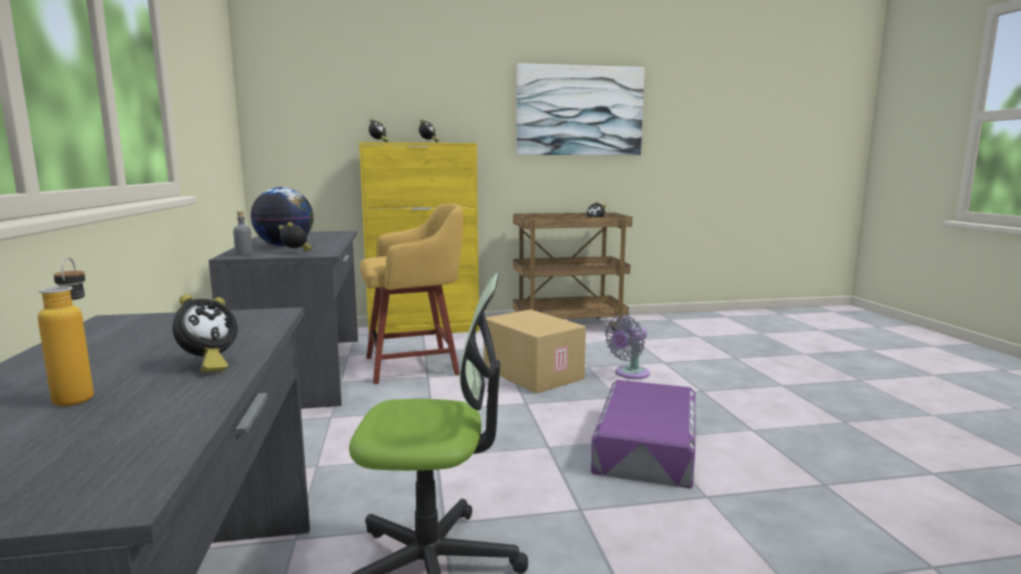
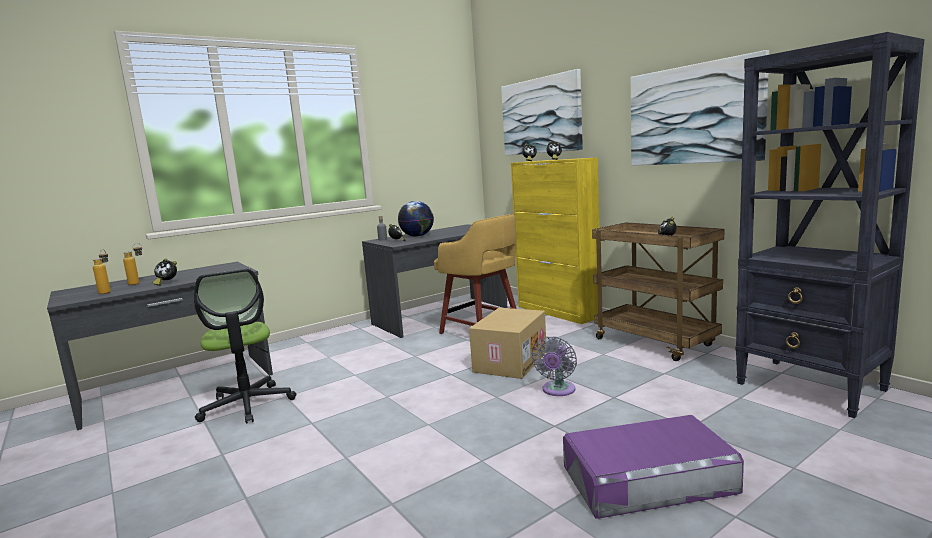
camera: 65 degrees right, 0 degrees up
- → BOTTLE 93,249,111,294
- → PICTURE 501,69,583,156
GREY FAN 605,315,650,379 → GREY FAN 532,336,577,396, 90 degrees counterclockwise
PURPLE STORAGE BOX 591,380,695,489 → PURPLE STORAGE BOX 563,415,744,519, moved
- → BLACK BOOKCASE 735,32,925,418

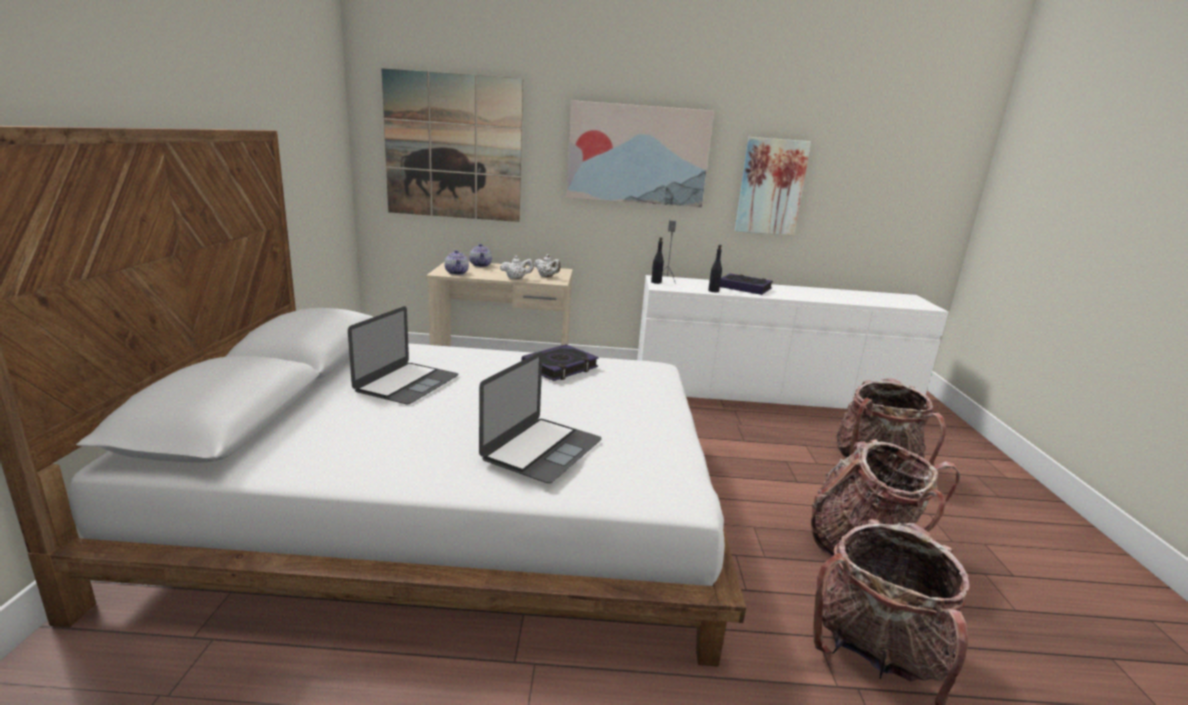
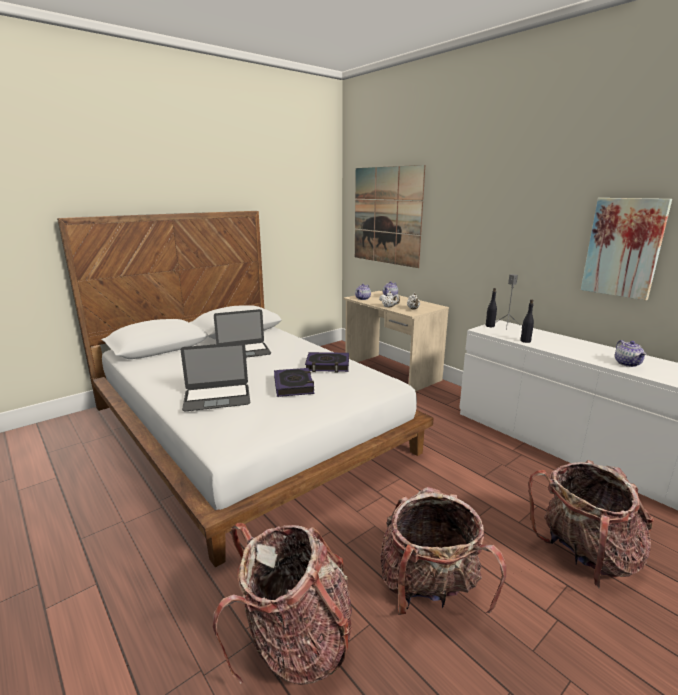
camera: 50 degrees right, 0 degrees up
BOOK 720,273,773,295 → BOOK 274,368,314,397, moved
- → TEAPOT 615,340,646,367
PICTURE 566,100,714,208 → -

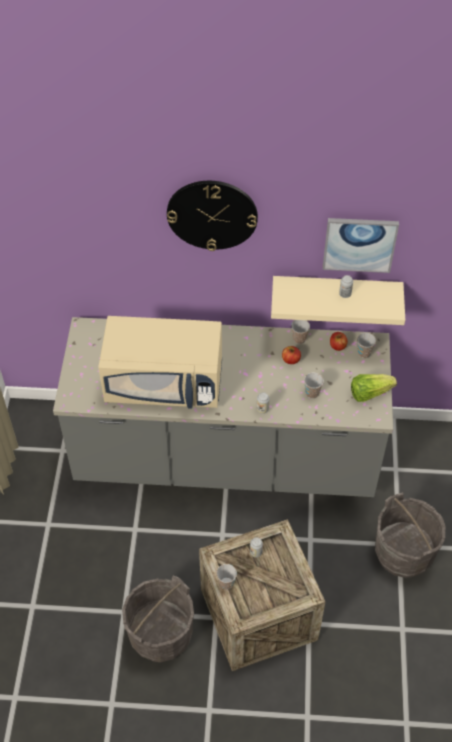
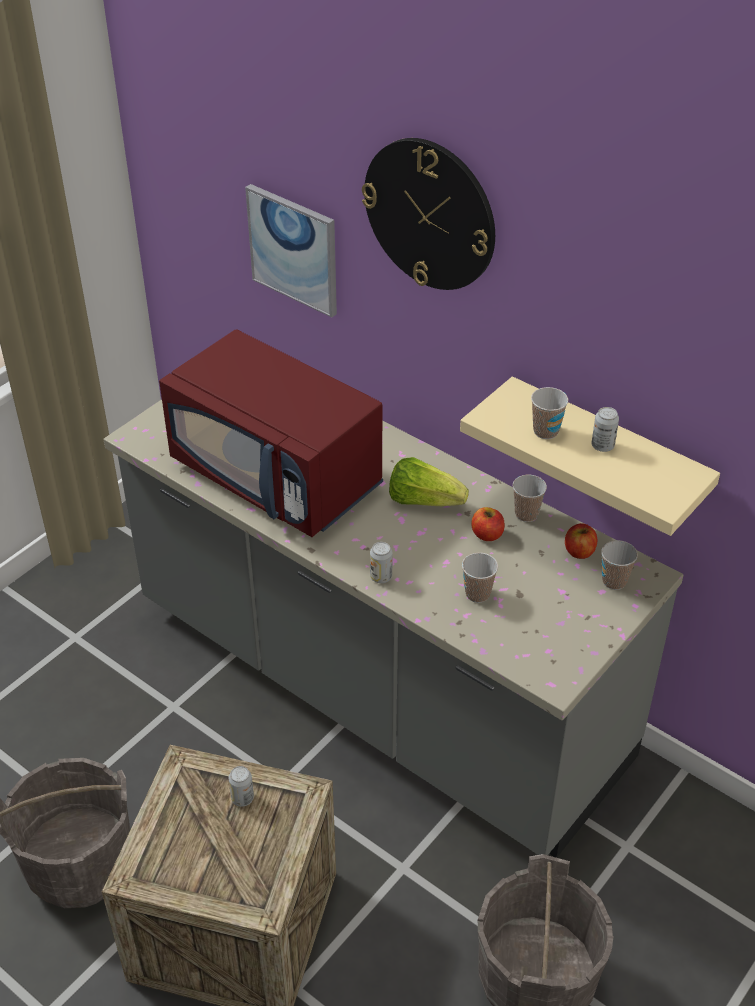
camera: 35 degrees right, 10 degrees down
BEIGE MICROWAVE 98,316,222,409 → RED MICROWAVE 159,330,383,537
PICTURE 323,218,399,273 → PICTURE 245,184,337,317, moved
LETTUCE 351,374,397,402 → LETTUCE 389,457,469,506, moved
CUP 216,564,237,590 → CUP 531,387,568,439, moved

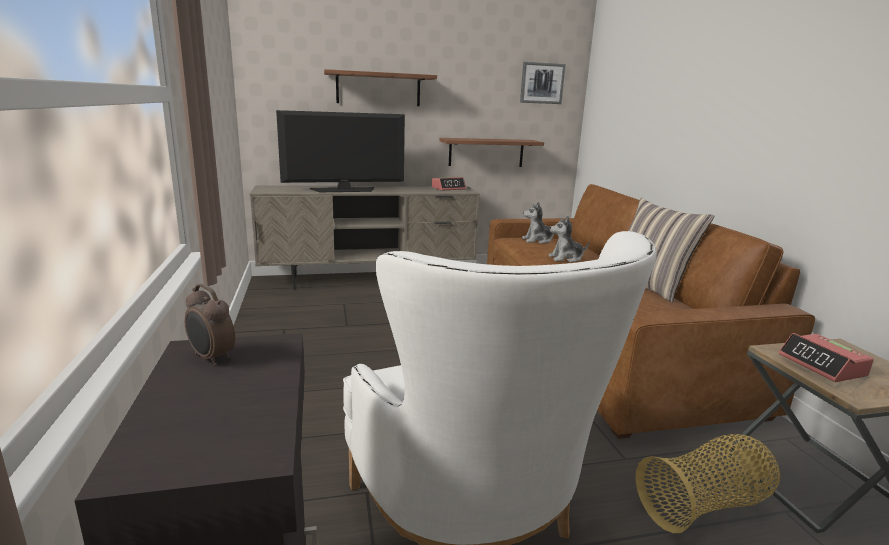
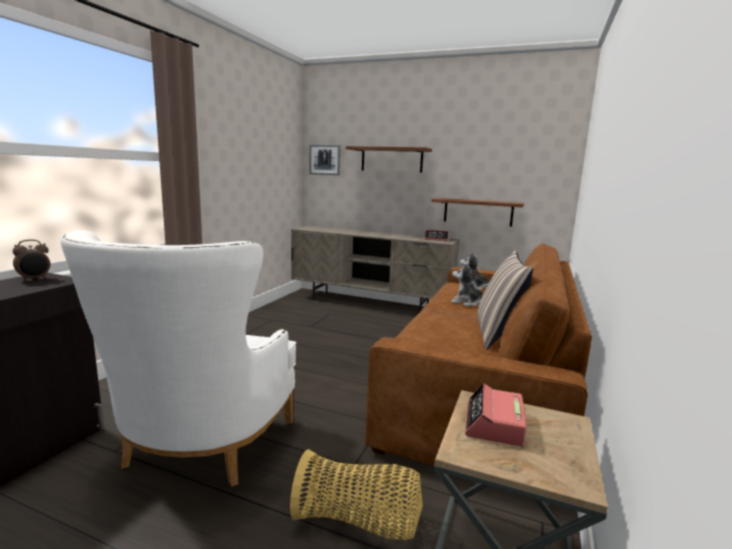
camera: 35 degrees right, 5 degrees down
ALARM CLOCK 185,284,235,366 → ALARM CLOCK 13,240,50,281, 120 degrees counterclockwise
PICTURE 520,62,566,104 → PICTURE 309,144,341,175, moved
TELEVISION 276,110,405,192 → -

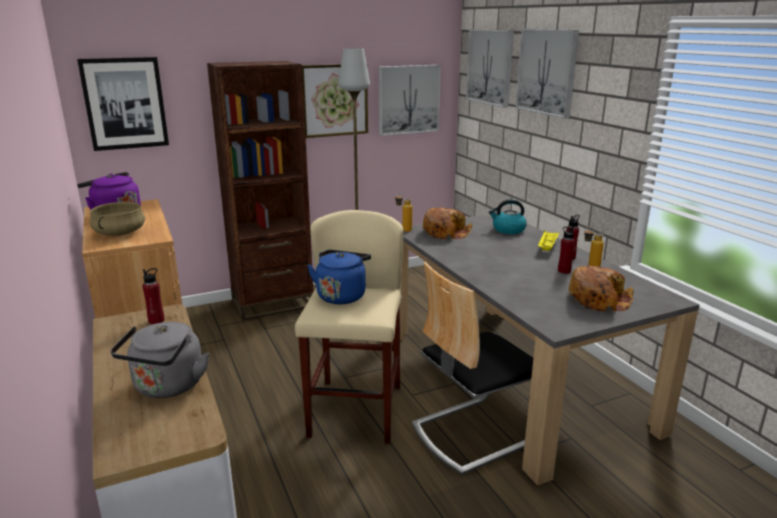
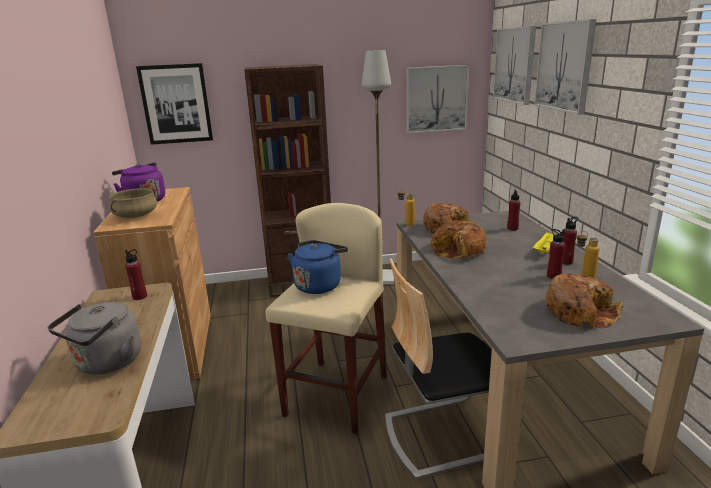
camera: 15 degrees right, 0 degrees up
- → BREAD 431,221,486,260
KETTLE 489,199,527,234 → RED BOTTLE 507,189,521,231
PICTURE 302,64,368,138 → -

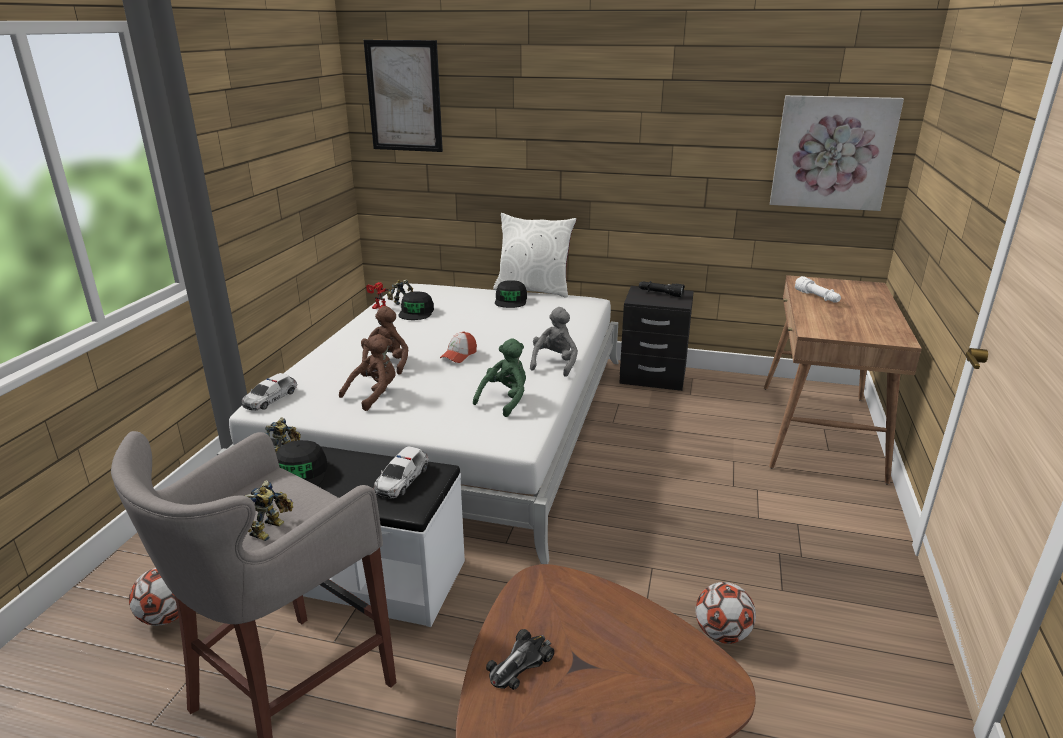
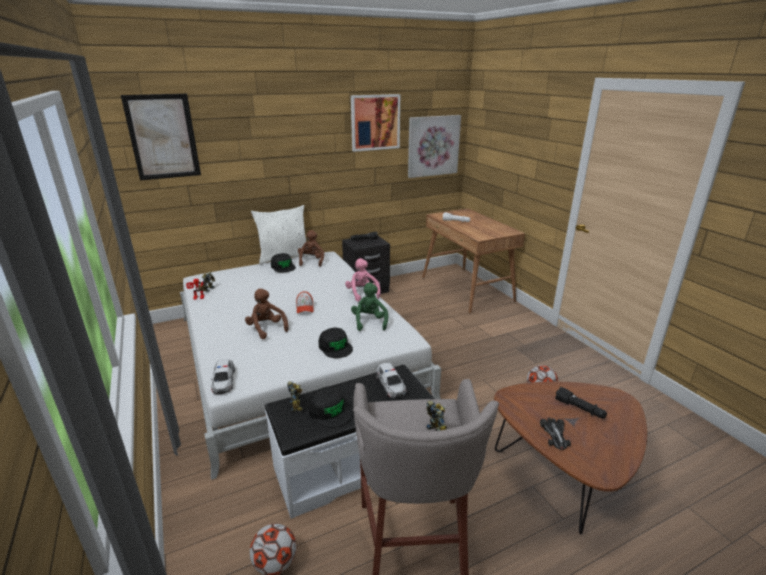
camera: 40 degrees left, 0 degrees up
BROWN PLUSH TOY 339,334,396,411 → BROWN PLUSH TOY 298,230,324,267, moved
BLACK CAP 399,292,434,320 → BLACK CAP 319,327,353,358, moved
GREY PLUSH TOY 530,307,578,377 → PINK PLUSH TOY 345,258,380,302
- → PICTURE 351,94,400,152
- → BLACK FLASHLIGHT 555,387,607,419

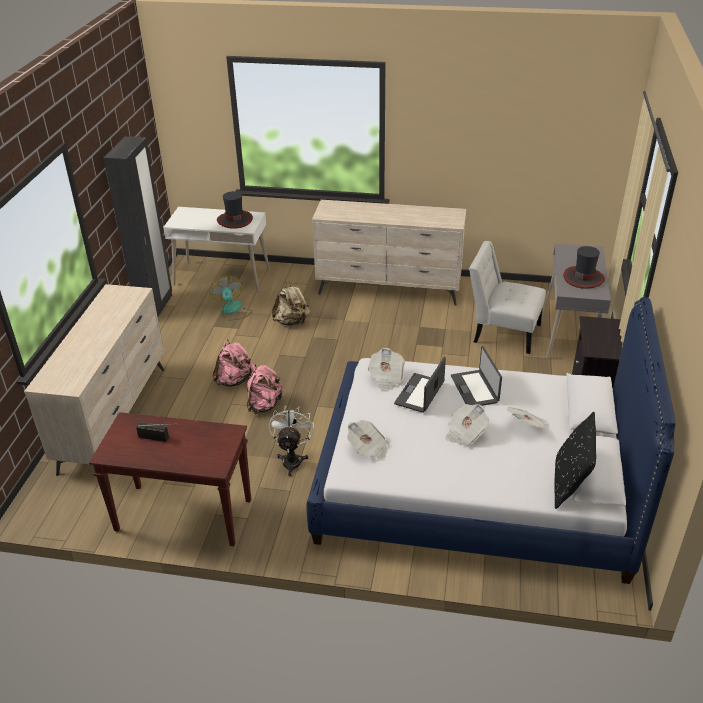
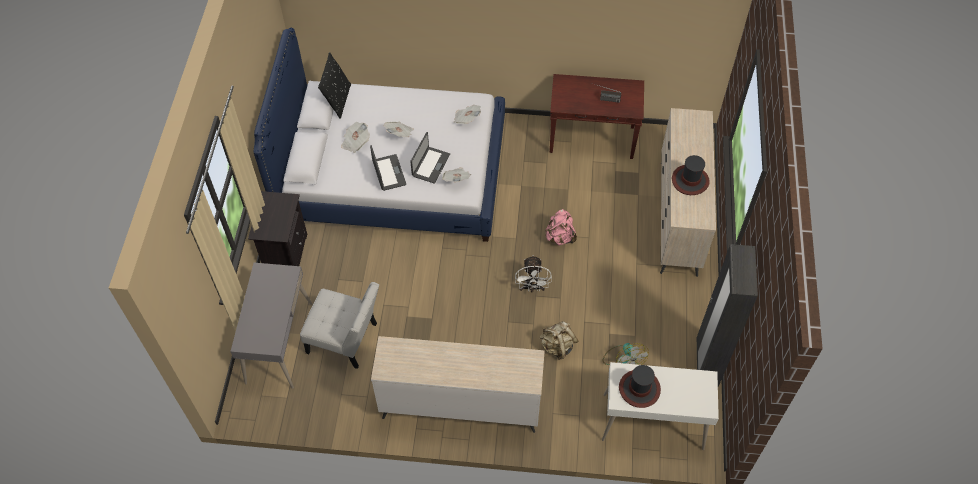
camera: 175 degrees right, 20 degrees up
WHITE FAN 268,405,314,476 → WHITE FAN 515,256,552,292, moved
HAT 563,246,605,289 → HAT 672,155,710,195, moved
PINK BACKPACK 212,339,254,387 → -

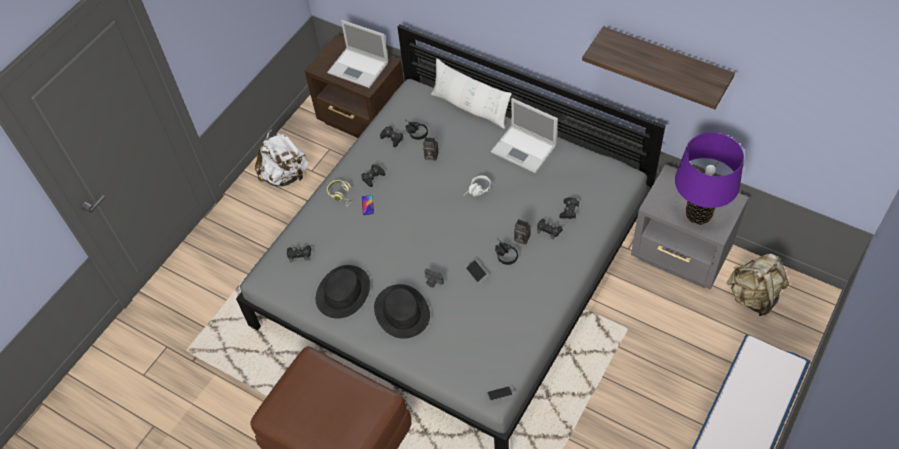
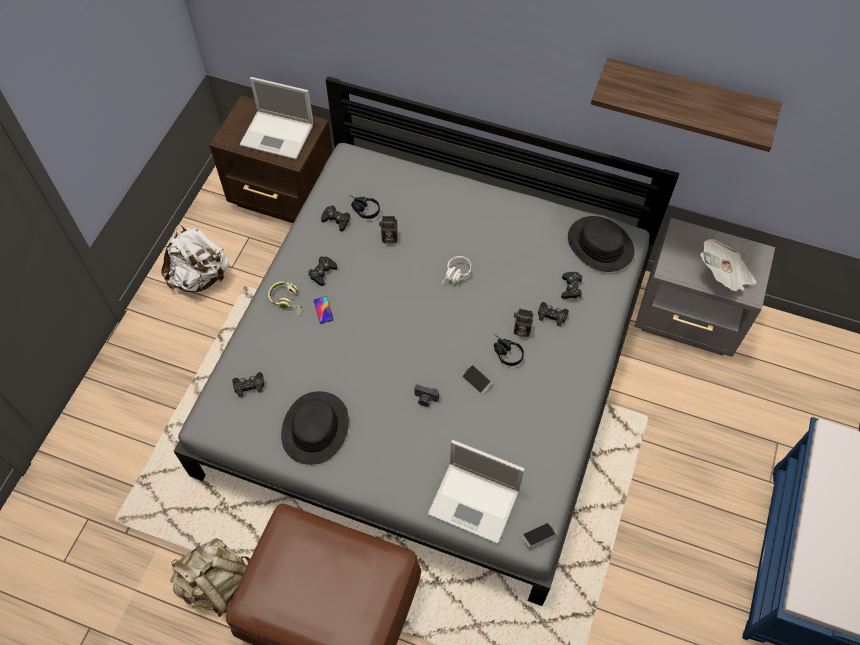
camera: 15 degrees left, 5 degrees up
BEIGE BACKPACK 727,253,789,316 → BEIGE BACKPACK 170,538,250,617, moved
LAPTOP 491,98,558,173 → LAPTOP 428,440,525,544, moved
BLACK HAT 374,284,430,339 → BLACK HAT 568,216,635,272, moved
PURPLE TABLE LAMP 675,132,744,225 → NEWSPAPER 700,239,756,292
WHITE PILLOW 431,58,512,129 → -

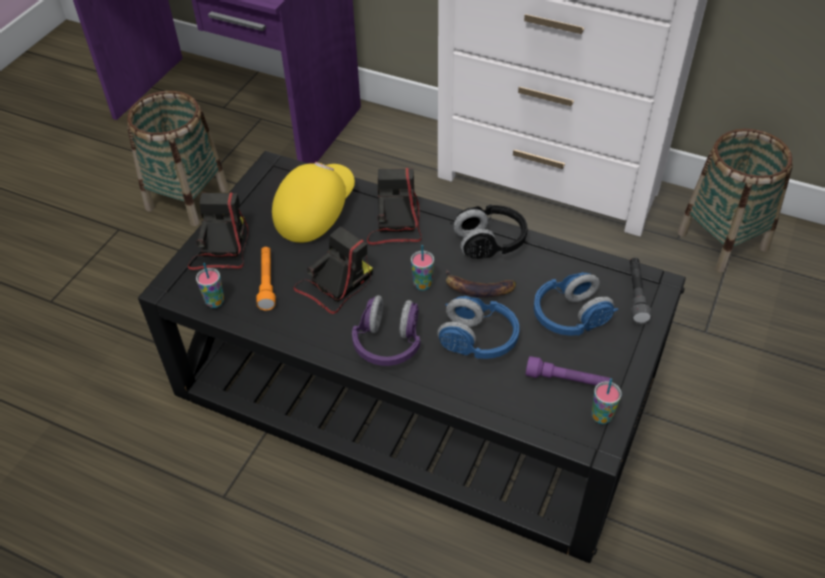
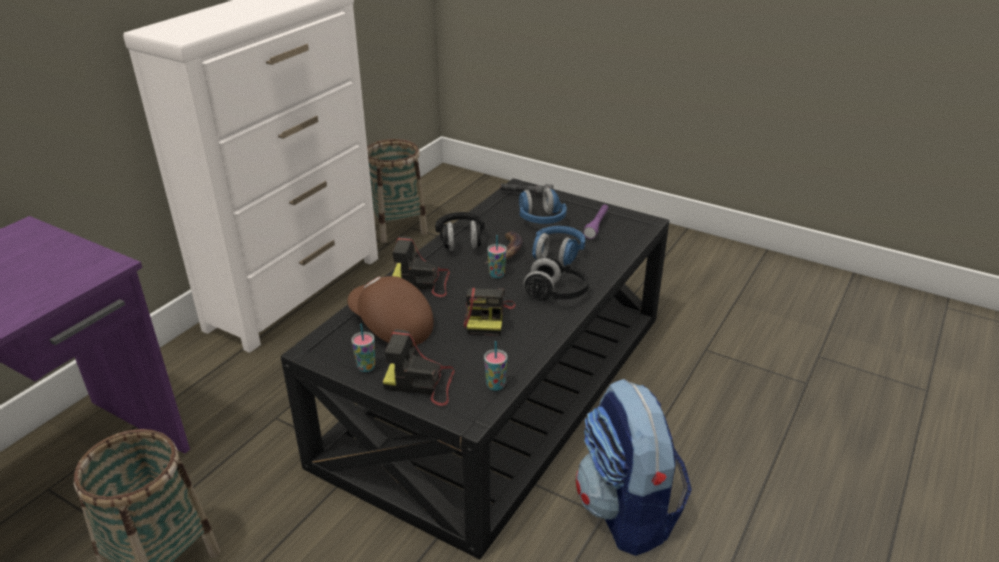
camera: 85 degrees left, 15 degrees down
YELLOW CAP 272,162,355,243 → BROWN CAP 348,276,434,346
CUP 592,379,622,424 → CUP 351,323,375,372, moved
PHOTO CAMERA 293,226,373,314 → PHOTO CAMERA 463,288,515,336, 135 degrees counterclockwise
PURPLE HEADPHONES 352,295,420,366 → BLACK HEADPHONES 524,258,589,301
- → BACKPACK 576,378,692,556
ORANGE FLASHLIGHT 256,247,276,310 → -

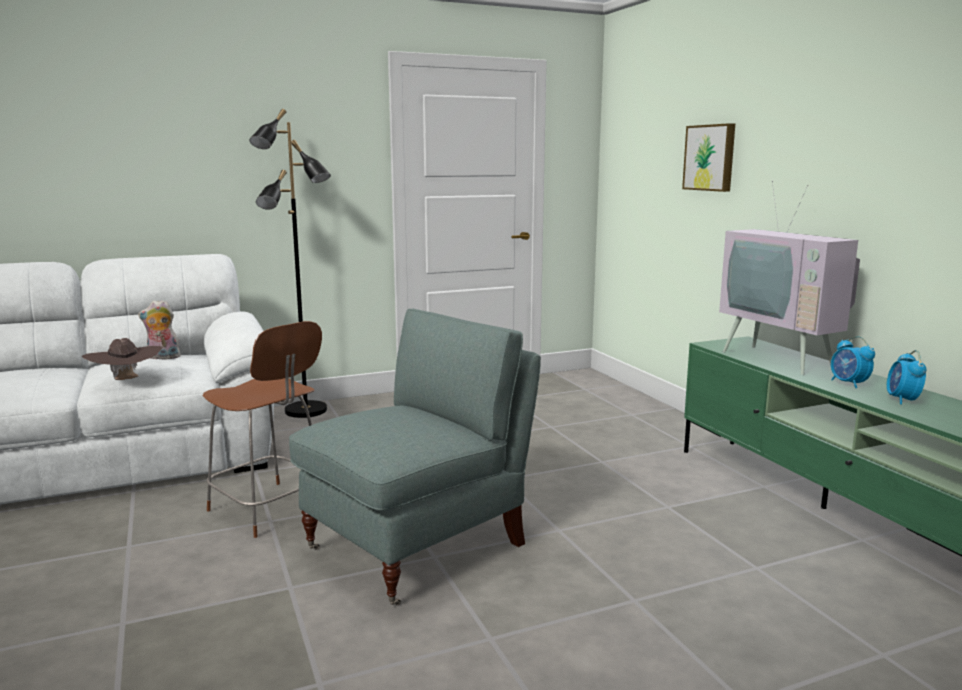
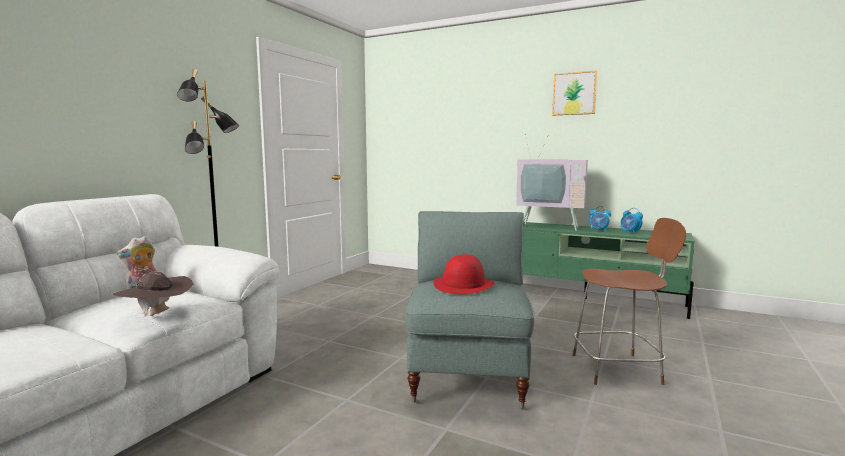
camera: 40 degrees left, 5 degrees down
- → RED HAT 433,254,494,295
PICTURE 682,123,735,192 → PICTURE 552,70,597,115, moved
BROWN STOOL 203,321,322,538 → BROWN STOOL 573,218,686,385, moved

